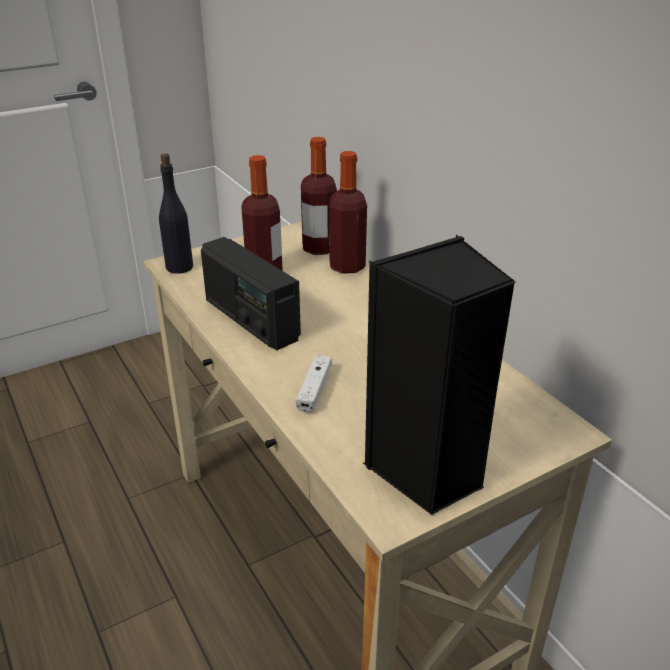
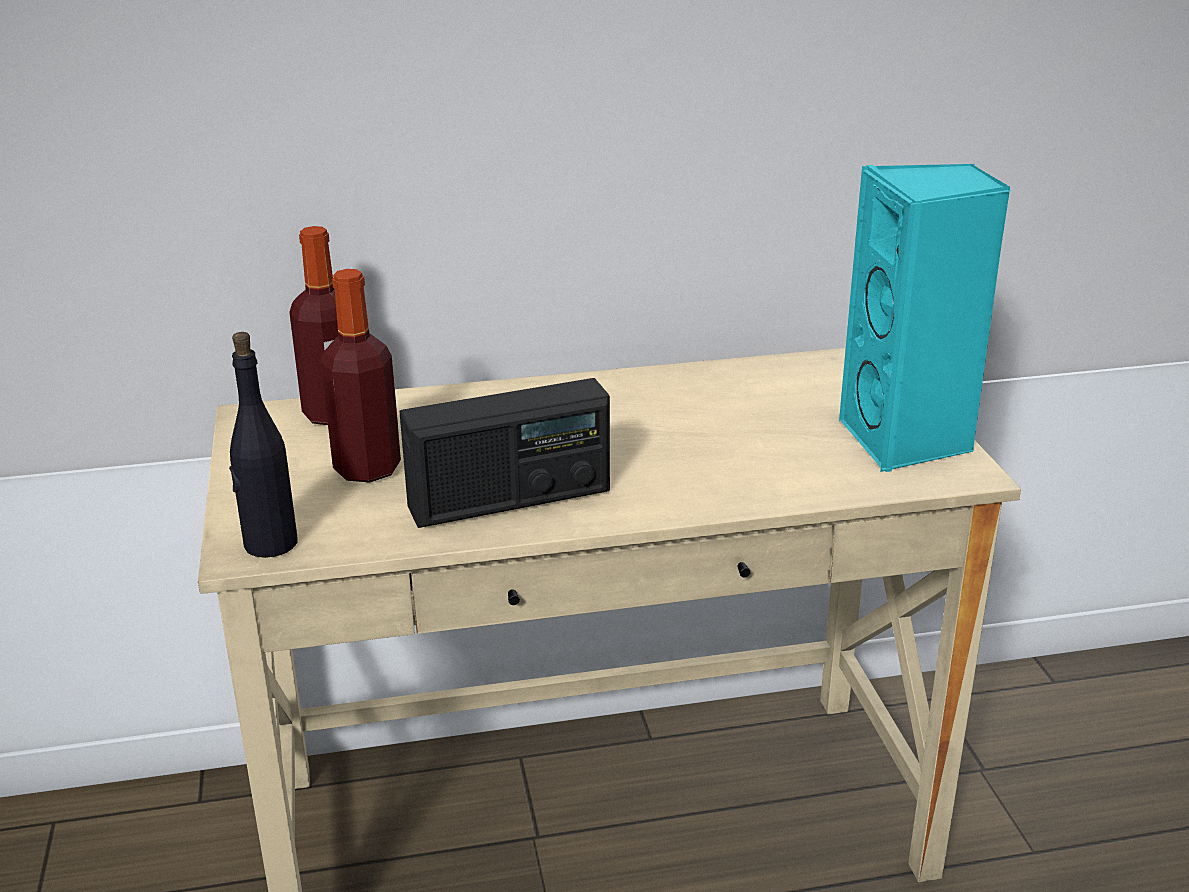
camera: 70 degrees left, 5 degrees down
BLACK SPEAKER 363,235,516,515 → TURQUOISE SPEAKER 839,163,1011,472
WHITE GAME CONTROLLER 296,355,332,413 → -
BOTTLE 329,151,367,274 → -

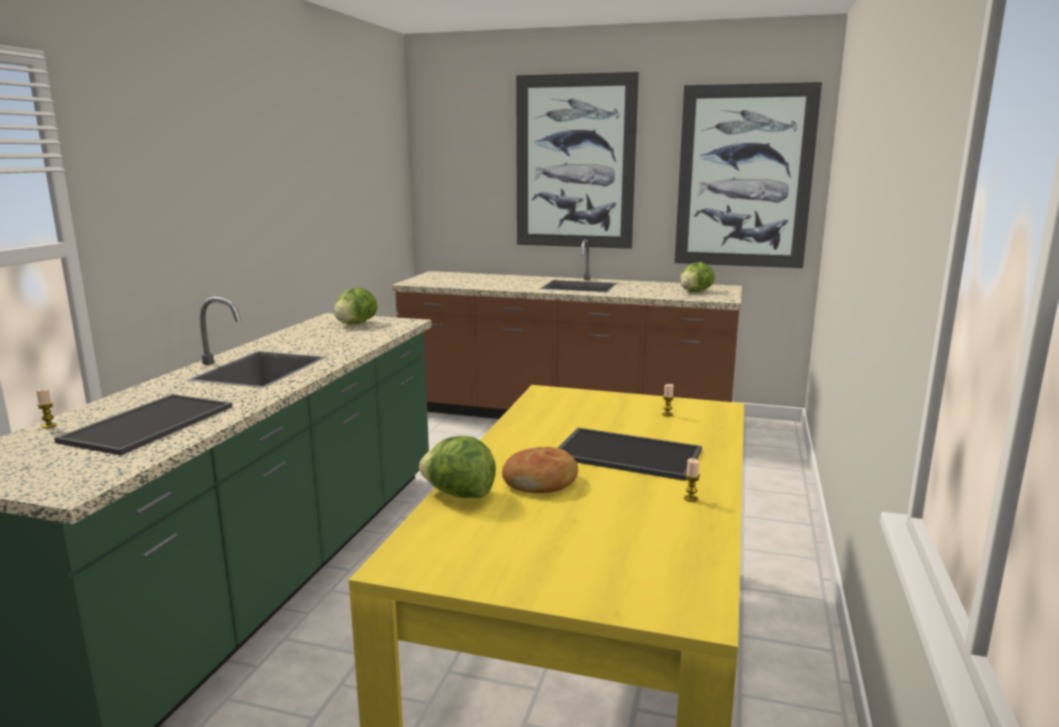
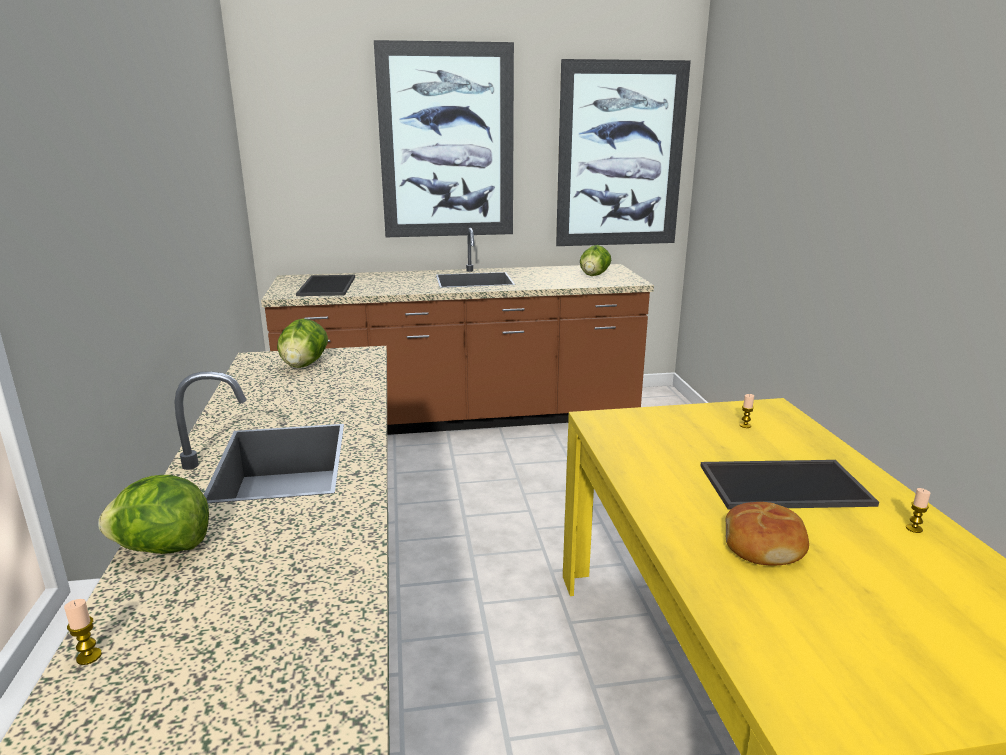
camera: 25 degrees left, 5 degrees up
LETTUCE 419,436,496,498 → LETTUCE 98,475,209,554, moved
TRAY 54,394,232,455 → TRAY 296,275,355,296, moved

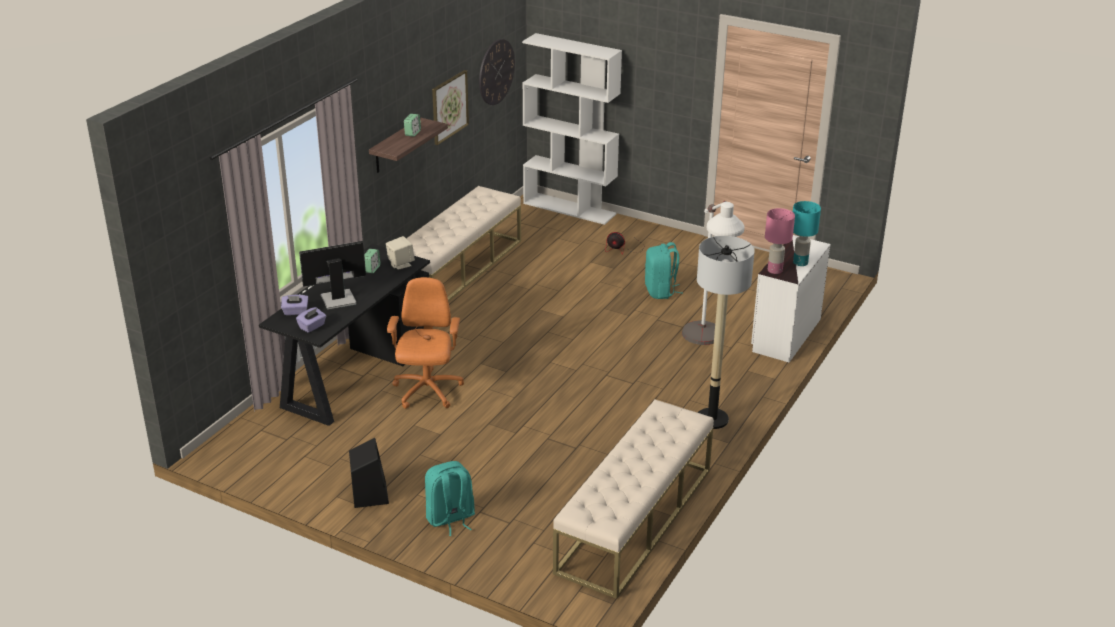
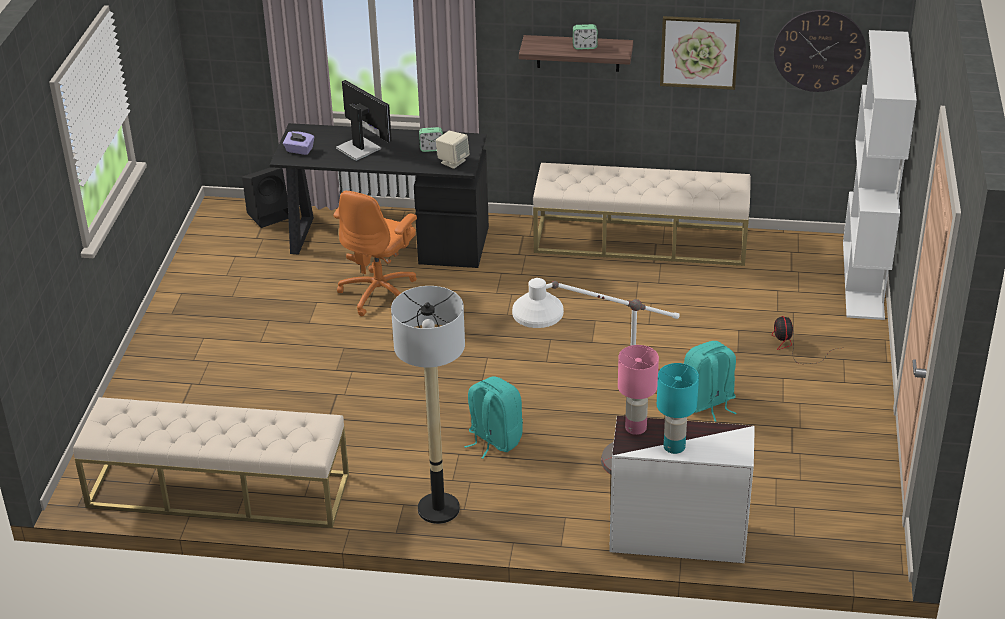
camera: 70 degrees right, 5 degrees up
BLACK SPEAKER 349,438,389,508 → BLACK SPEAKER 242,167,288,228, moved
ORANGE OFFICE CHAIR 387,277,464,409 → ORANGE OFFICE CHAIR 333,191,417,316, 135 degrees clockwise
TURQUOISE BACKPACK 425,461,475,536 → TURQUOISE BACKPACK 464,376,523,459, moved
PURPLE TISSUE BOX 281,295,308,315 → -

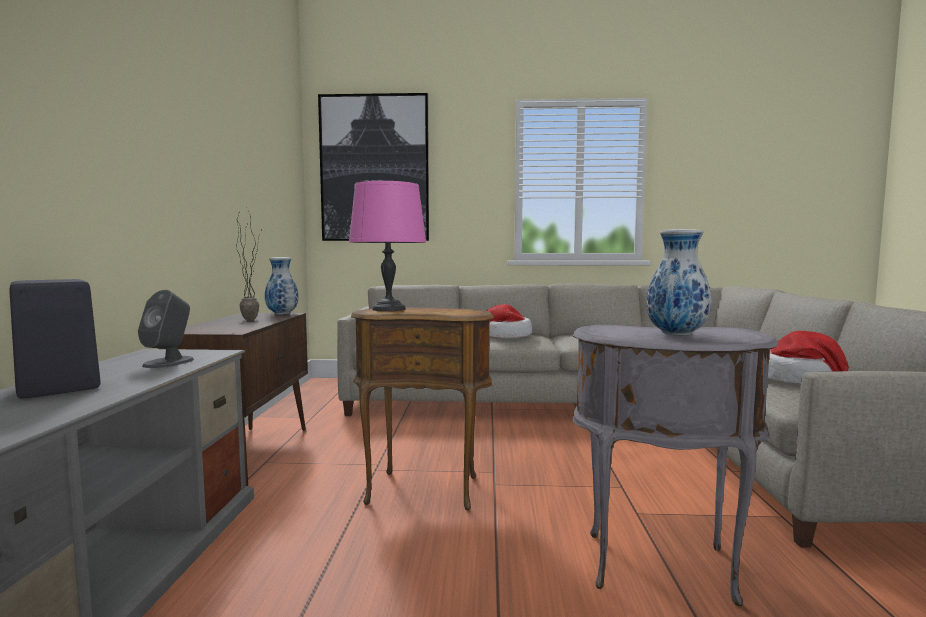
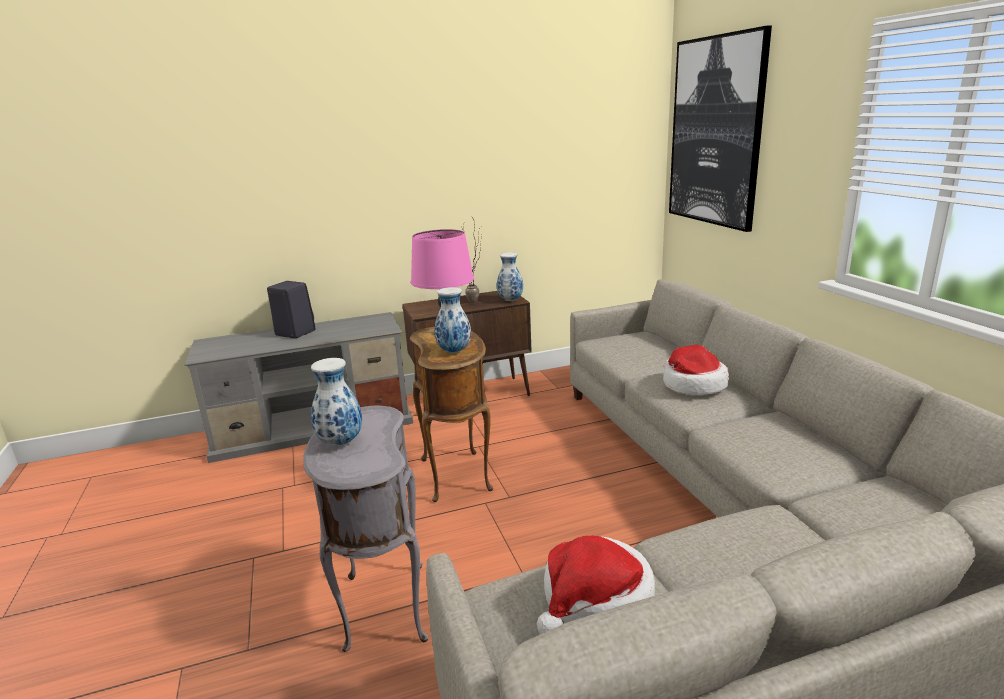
camera: 70 degrees right, 15 degrees up
- → VASE 434,287,471,353
GREY SPEAKER 138,290,194,368 → -

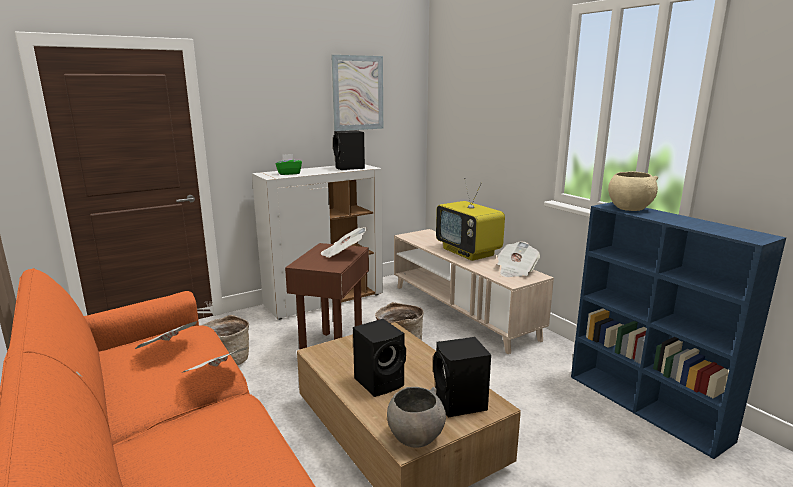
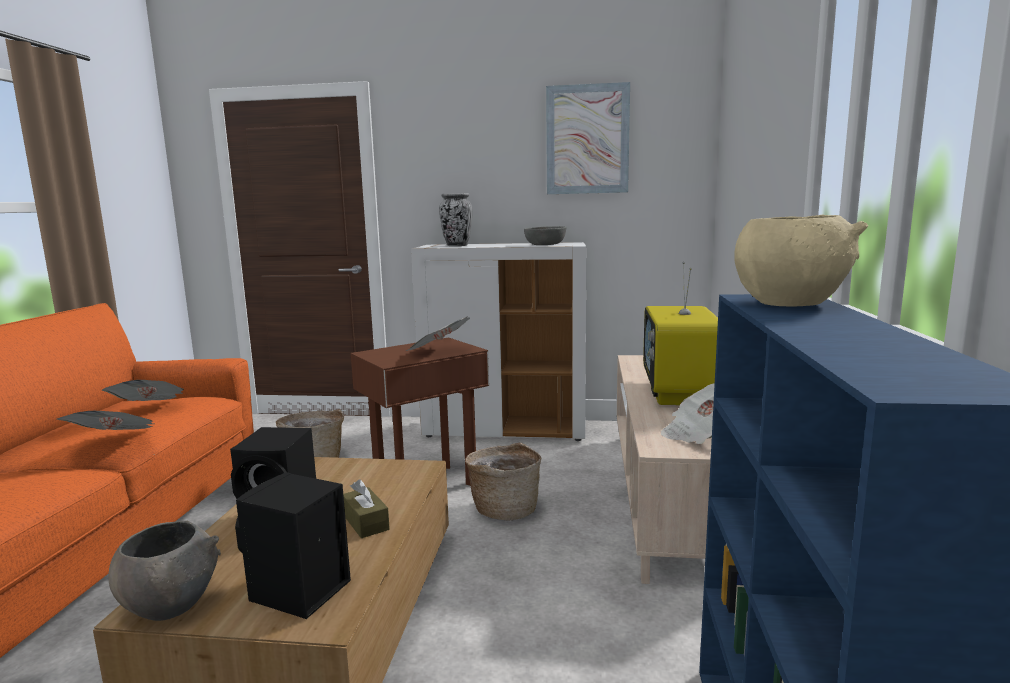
camera: 40 degrees right, 5 degrees down
- → BROWN TISSUE BOX 343,479,390,538
GREEN TISSUE BOX 276,154,302,175 → VASE 439,193,473,246
BLACK SPEAKER 333,130,365,170 → GREY BOWL 524,226,566,245

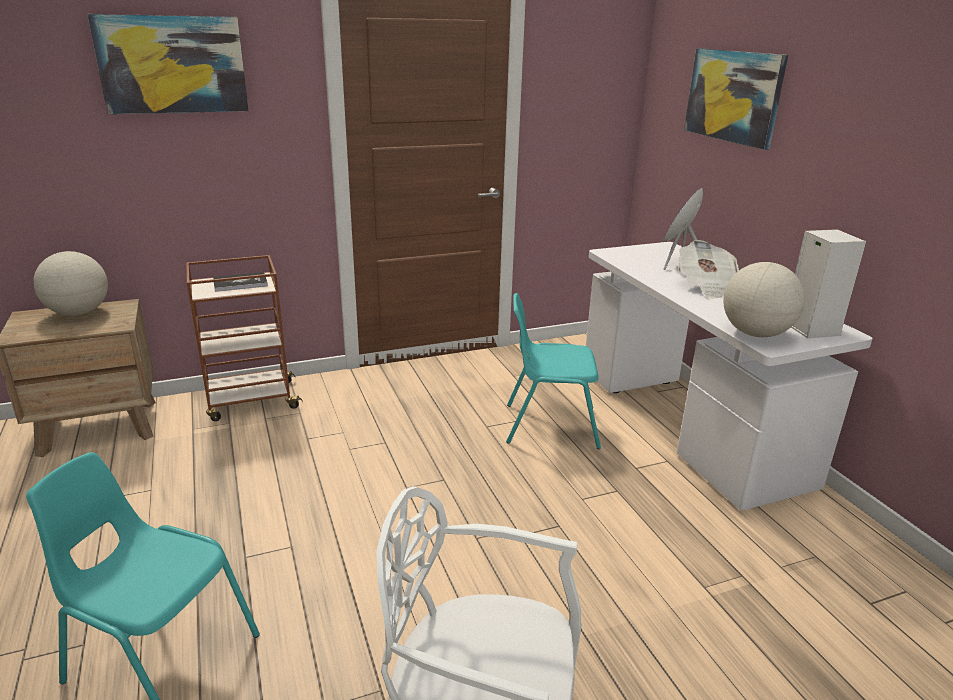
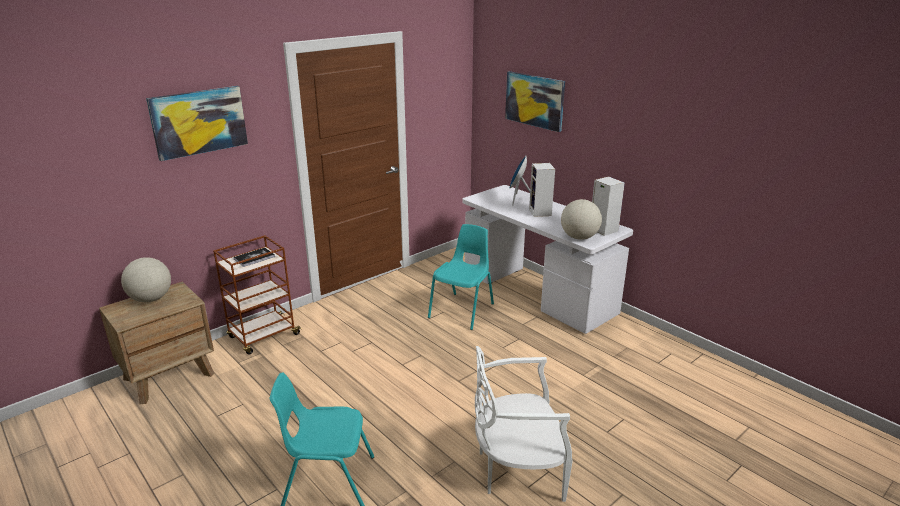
camera: 20 degrees left, 0 degrees up
TURQUOISE CHAIR 506,293,601,449 → TURQUOISE CHAIR 428,224,494,330, 135 degrees clockwise
NEWSPAPER 678,240,739,299 → SPEAKER 529,163,555,217

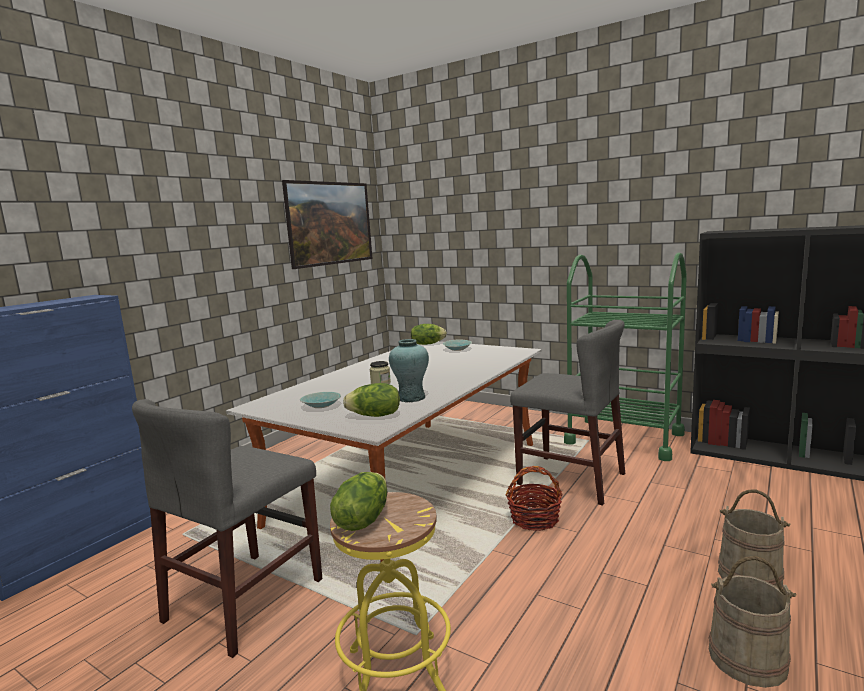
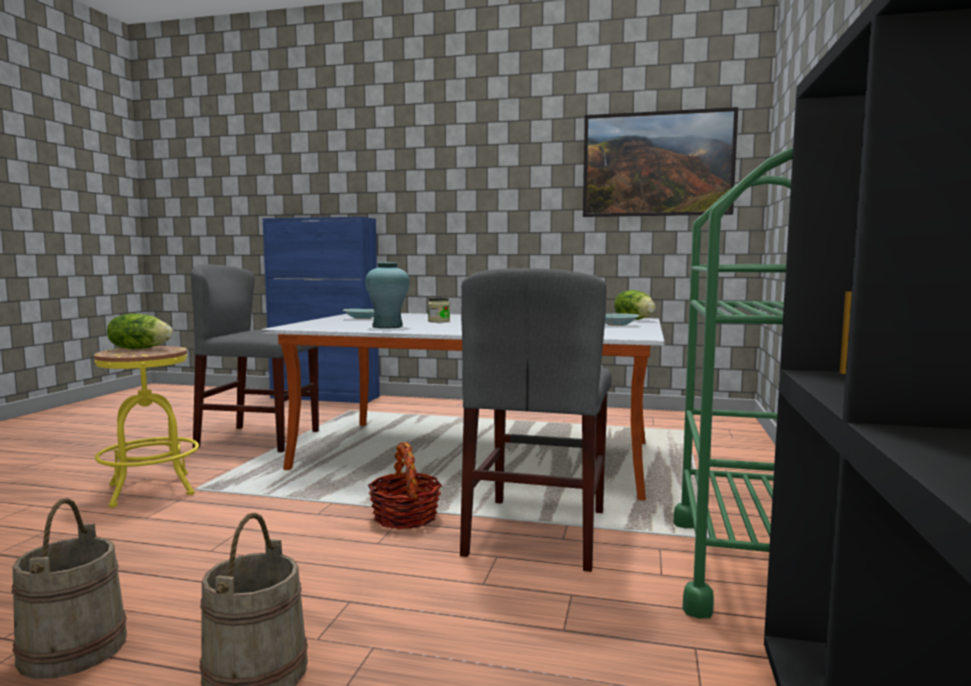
camera: 70 degrees right, 5 degrees down
LETTUCE 343,383,400,417 → -

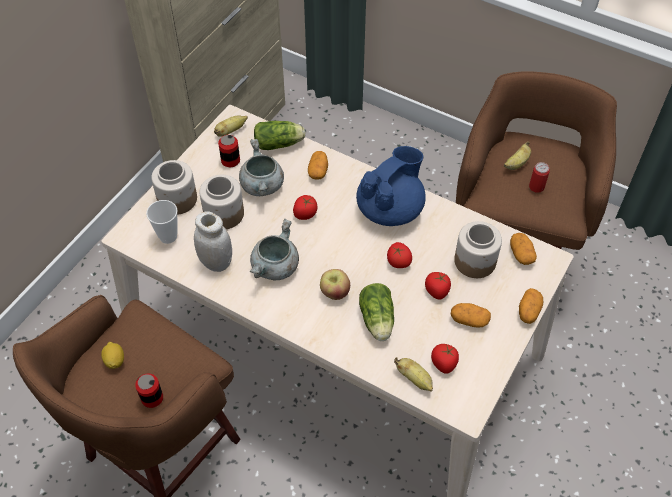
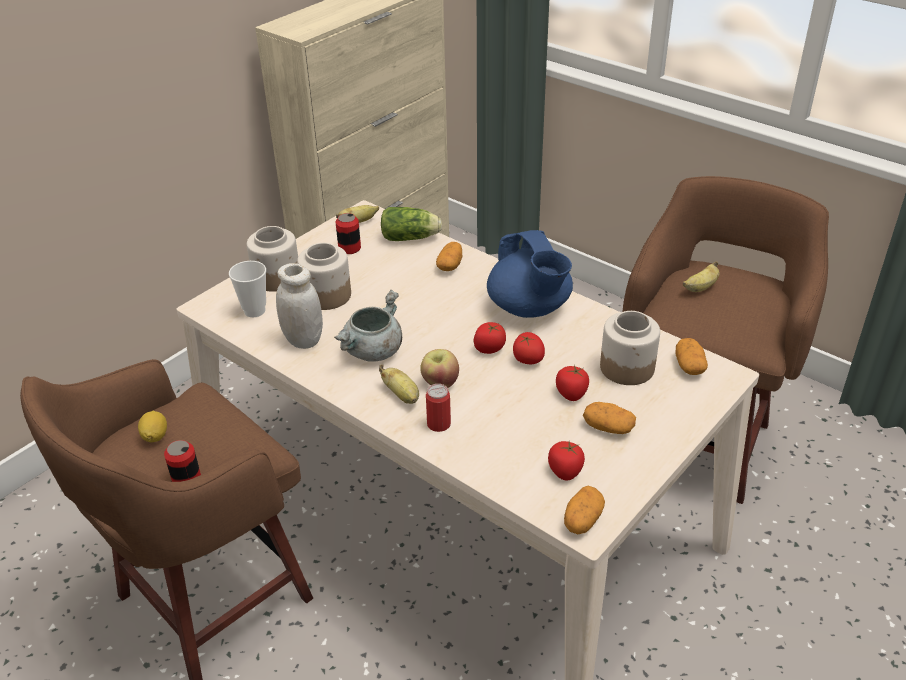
camera: 10 degrees right, 15 degrees down
BANANA 394,357,433,392 → BANANA 379,364,419,404, moved
CAN 529,162,550,193 → CAN 426,384,451,432, moved
TOMATO 293,195,318,220 → TOMATO 474,322,506,354, moved
BLUE TEAPOT 356,146,426,226 → BLUE TEAPOT 487,230,573,318, 105 degrees clockwise
POTATO 519,288,543,324 → POTATO 564,486,605,534, moved
GREY COOKING POT 239,139,284,196 → -
LETTUCE 359,283,394,341 → -

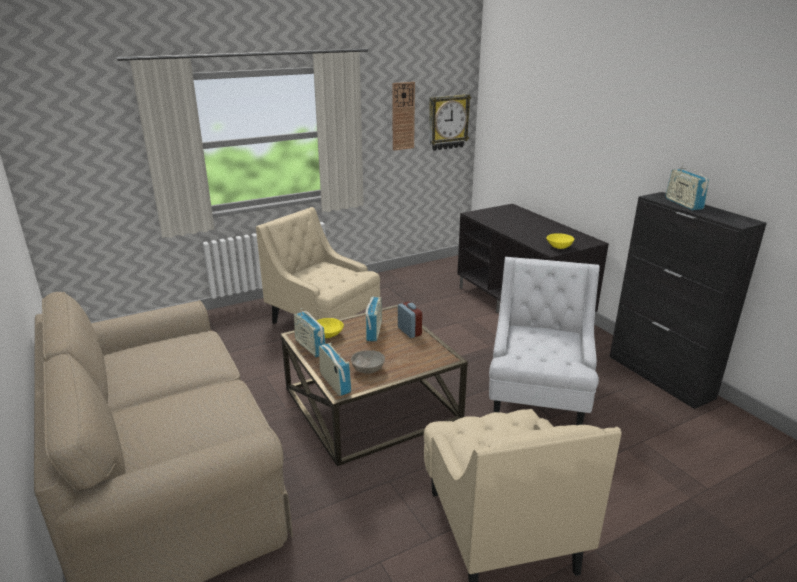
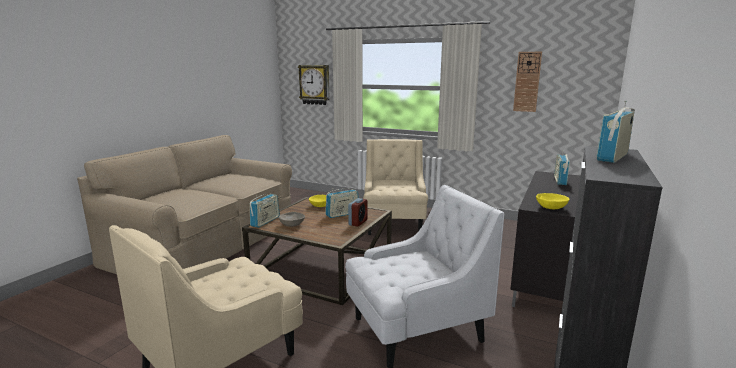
camera: 55 degrees right, 10 degrees down
WALL CLOCK 429,94,471,151 → WALL CLOCK 298,65,330,105, moved
RADIO 294,308,326,357 → RADIO 554,150,570,185, moved

